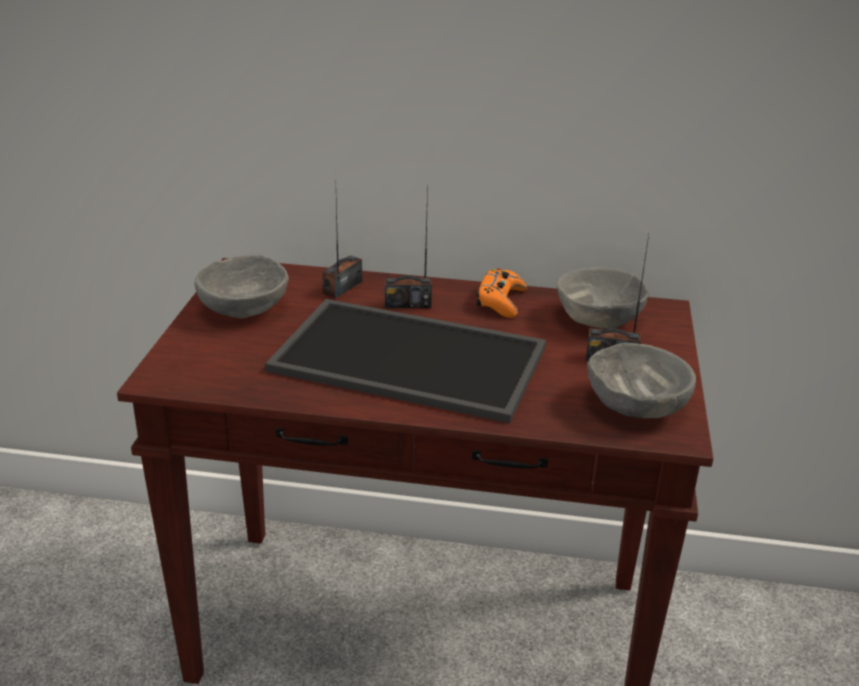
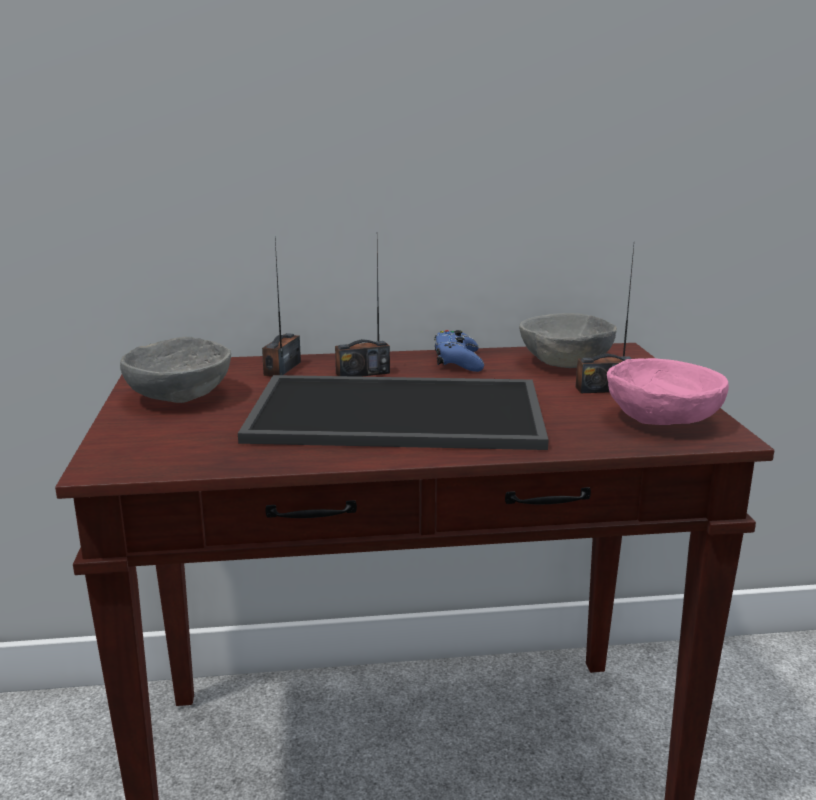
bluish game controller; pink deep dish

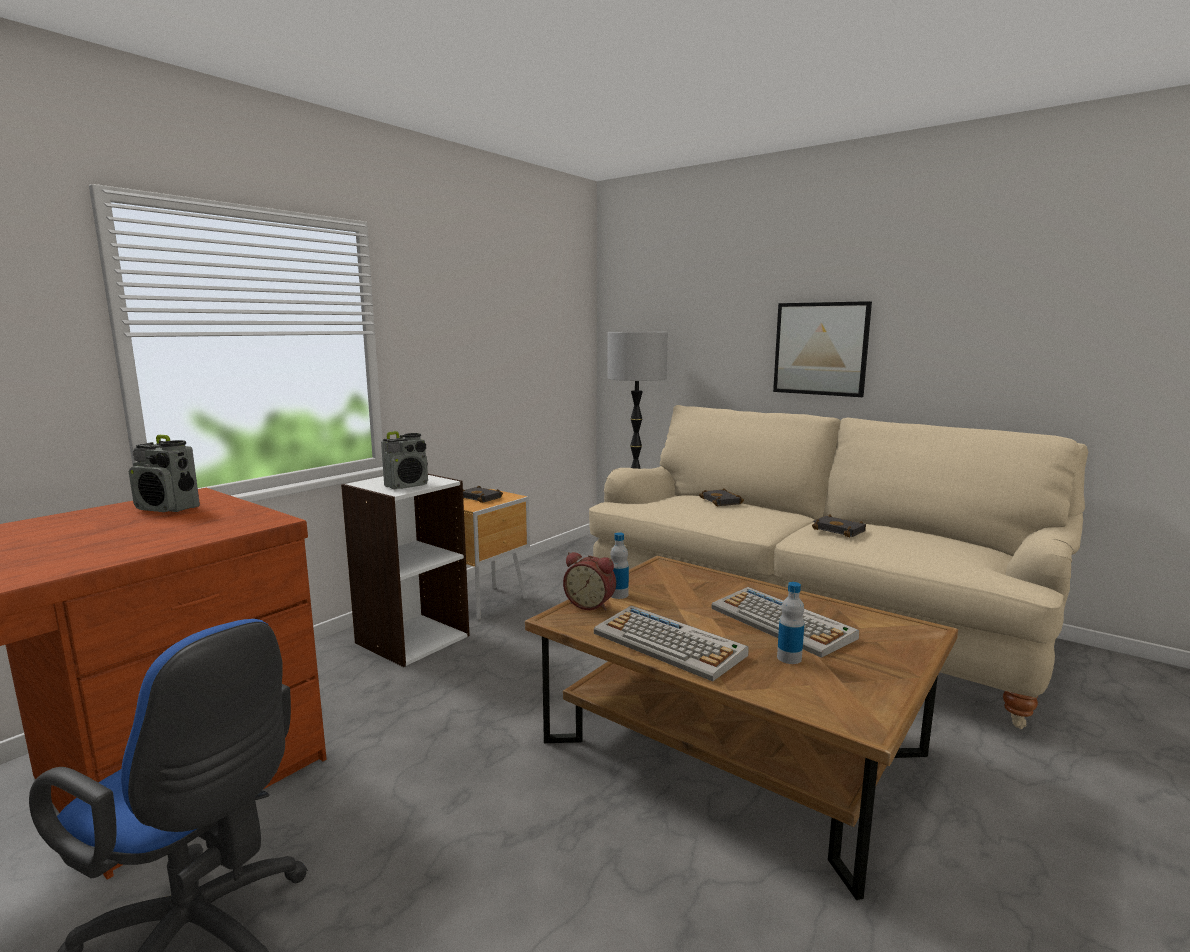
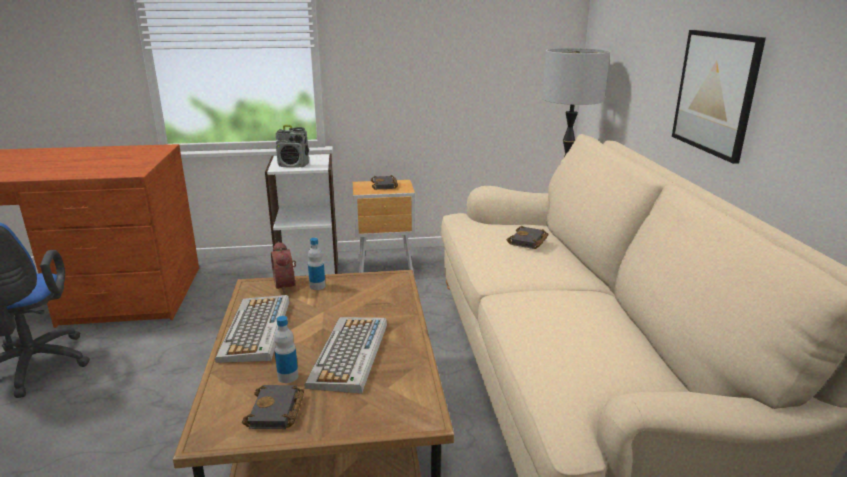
radio receiver (no. 1 from left in the first image); black-coloured volume (no. 1 from left)

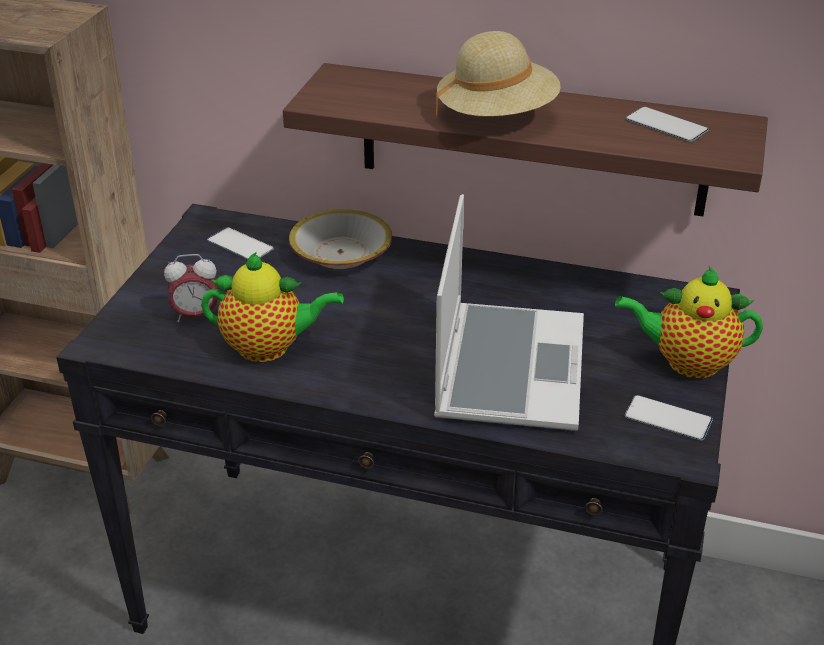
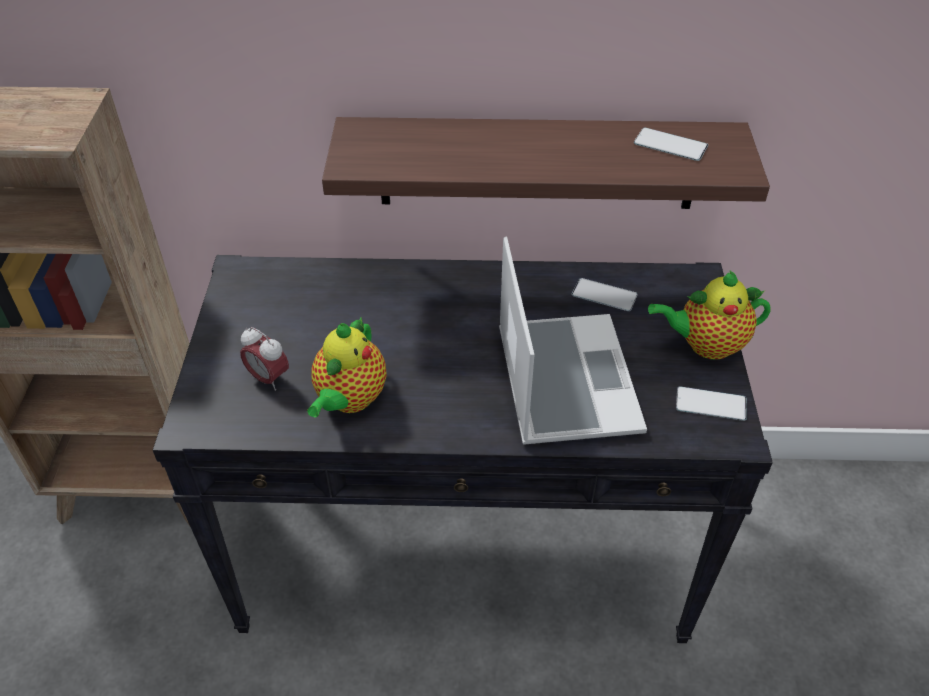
table clock; pot for tea (no. 1 from left); phone (no. 1 from left); deep dish; beige-coloured hat

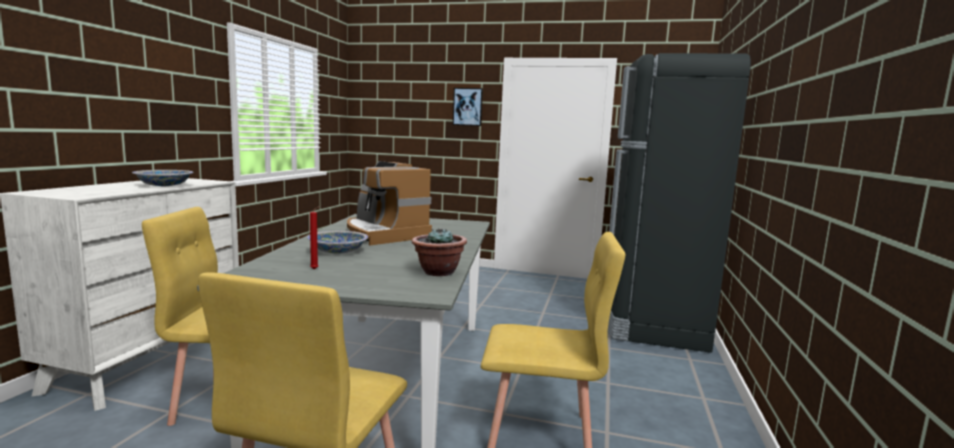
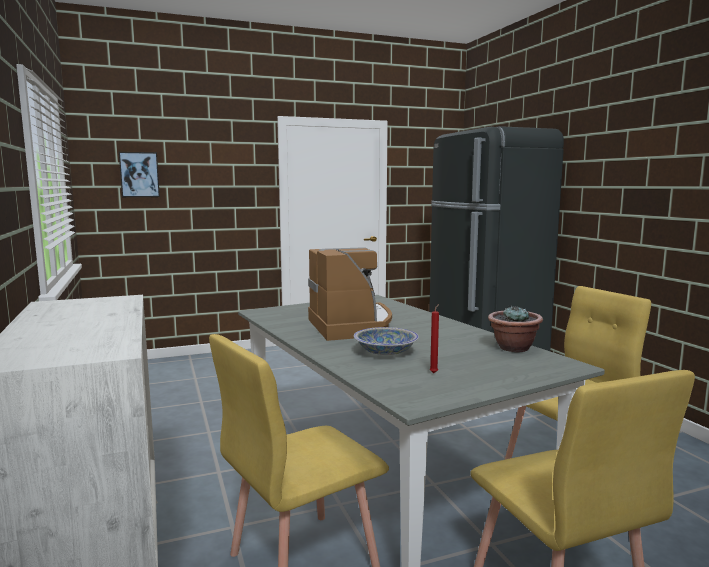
deep dish (no. 1 from left in the first image); coffee maker; wall picture

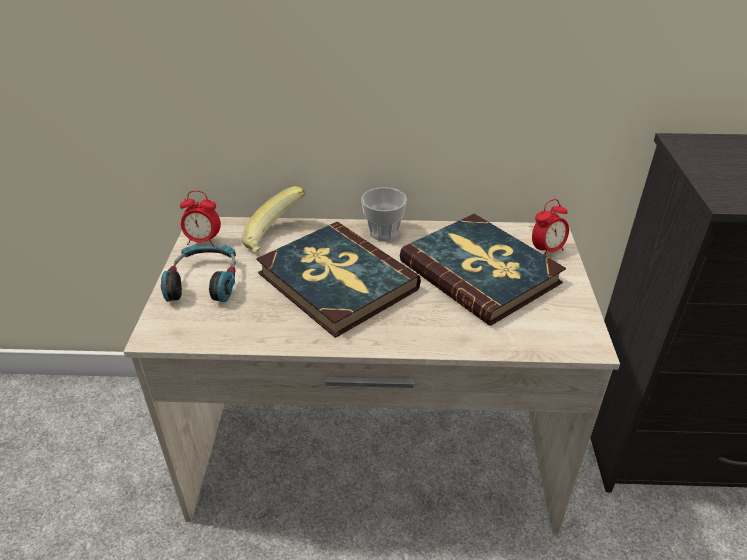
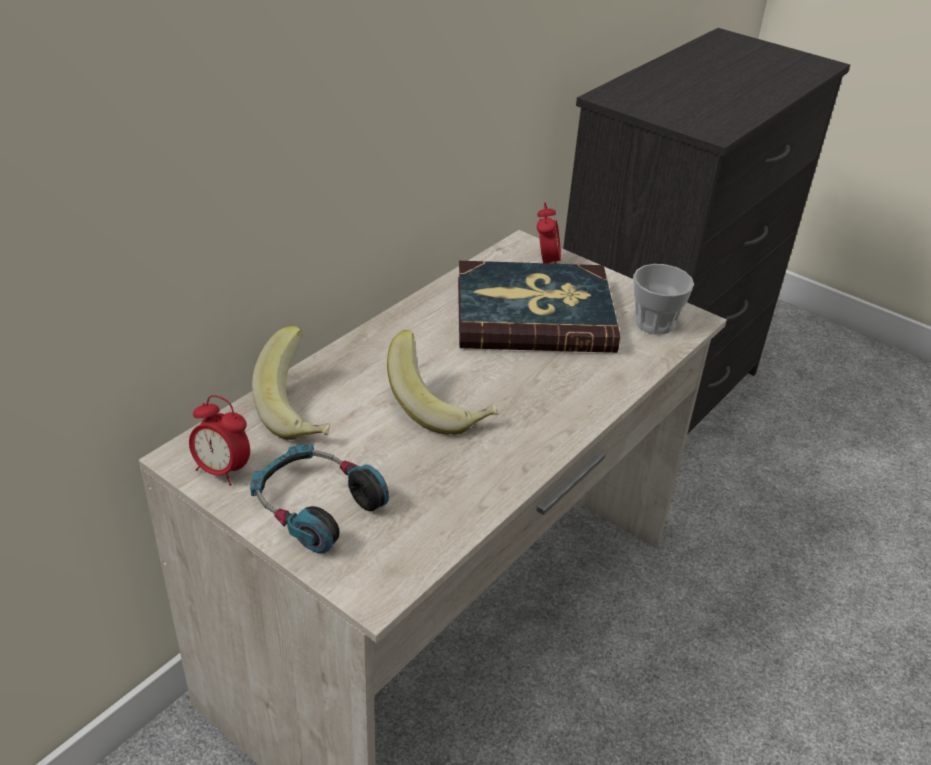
table clock (no. 1 from left); banana (no. 2 from left); cup

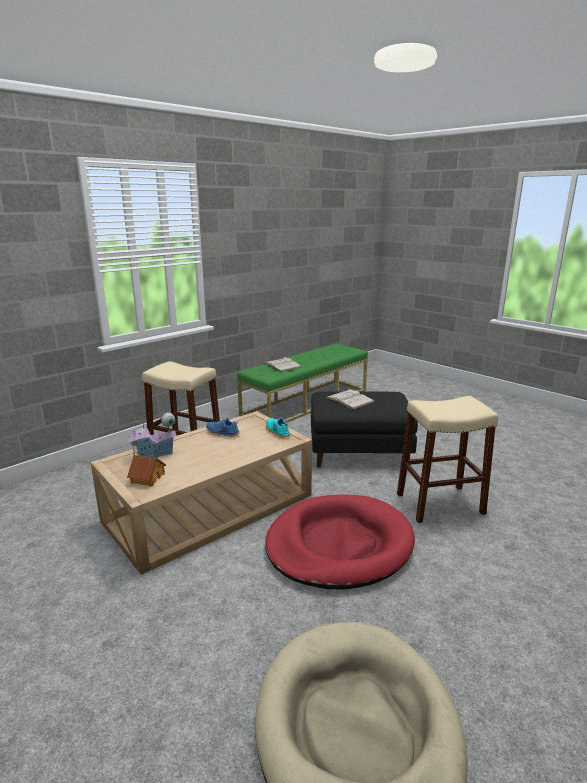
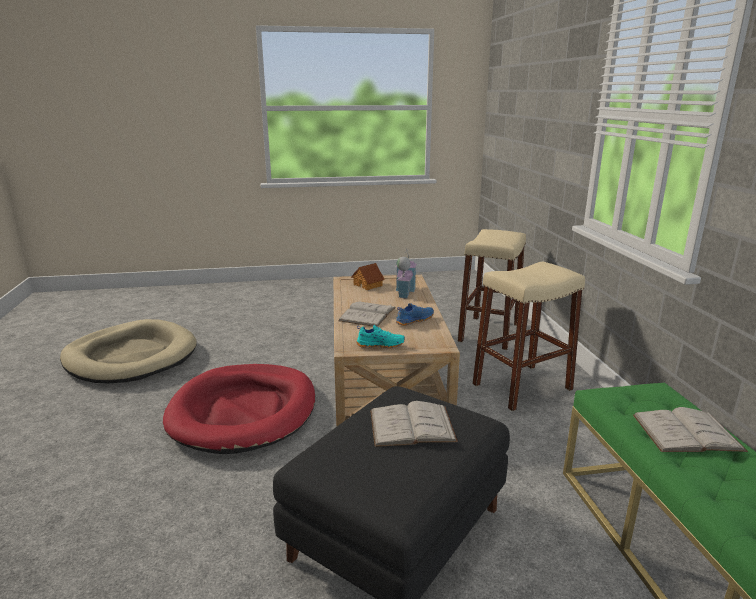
beige-coloured stool seat (no. 1 from left); white volume (no. 1 from left)

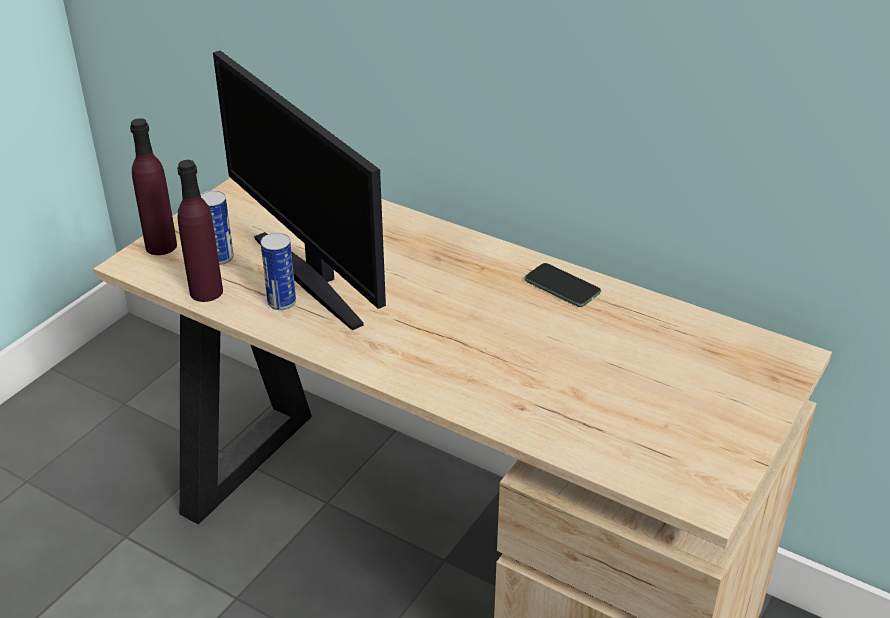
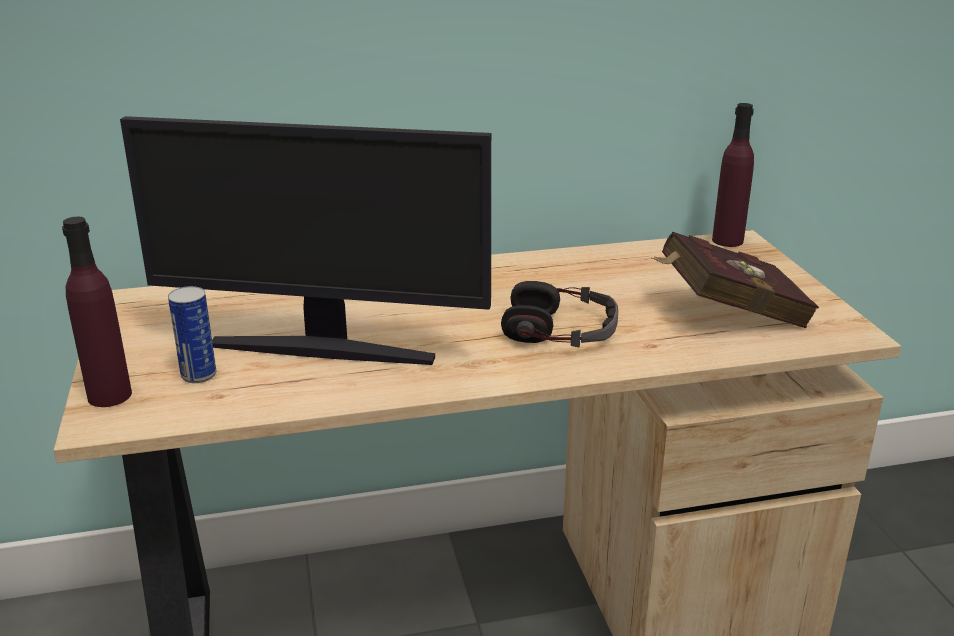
purplish drink bottle (no. 2 from left); sealed can (no. 2 from left in the first image); phone; headset; red volume

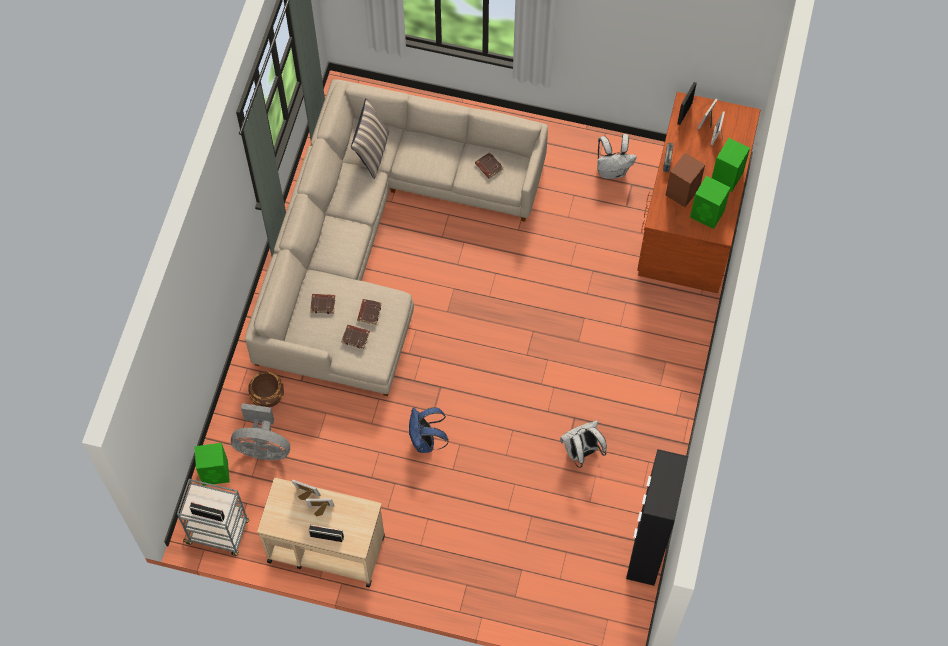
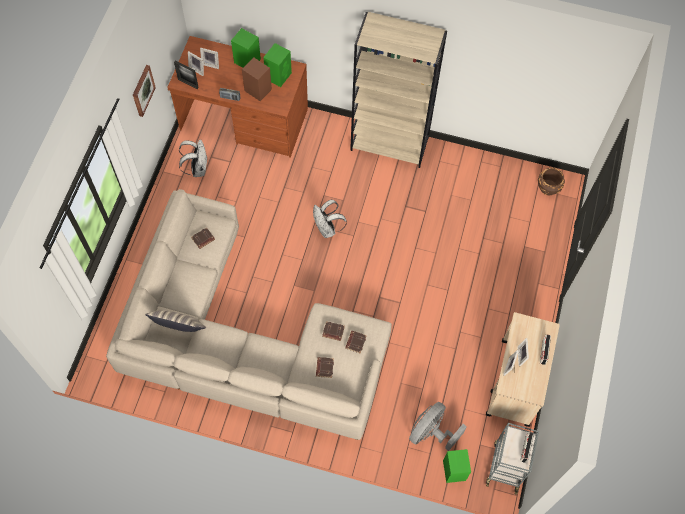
grey electric fan; brownish flower pot; bluish backpack; white backpack (no. 2 from left); black-coloured cabinet; wall picture; beige-coloured bookcase

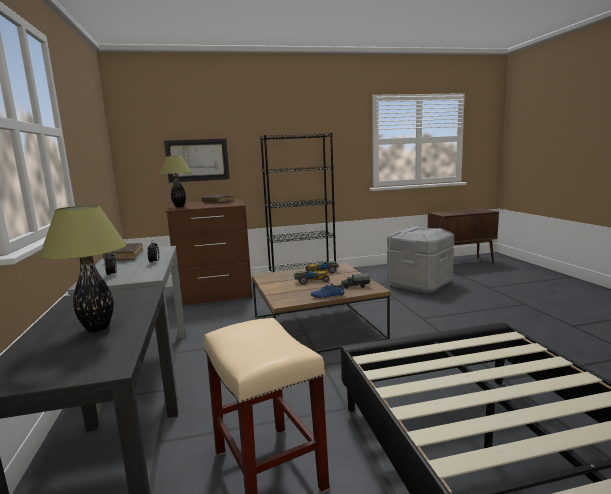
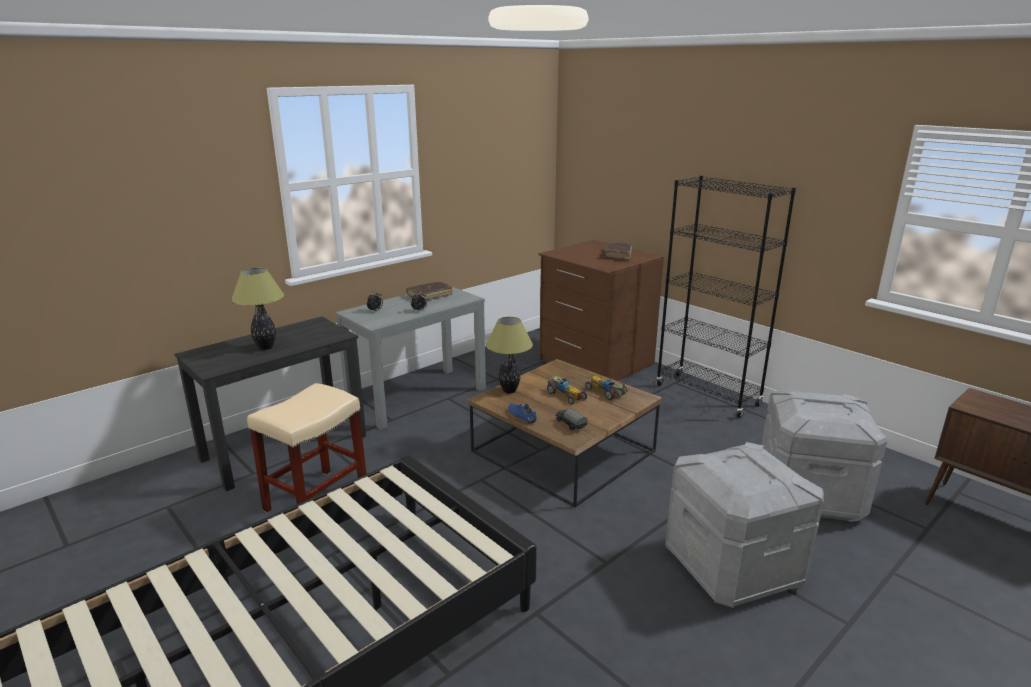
tabletop lamp (no. 2 from left); wall picture; grey storage container (no. 1 from left)

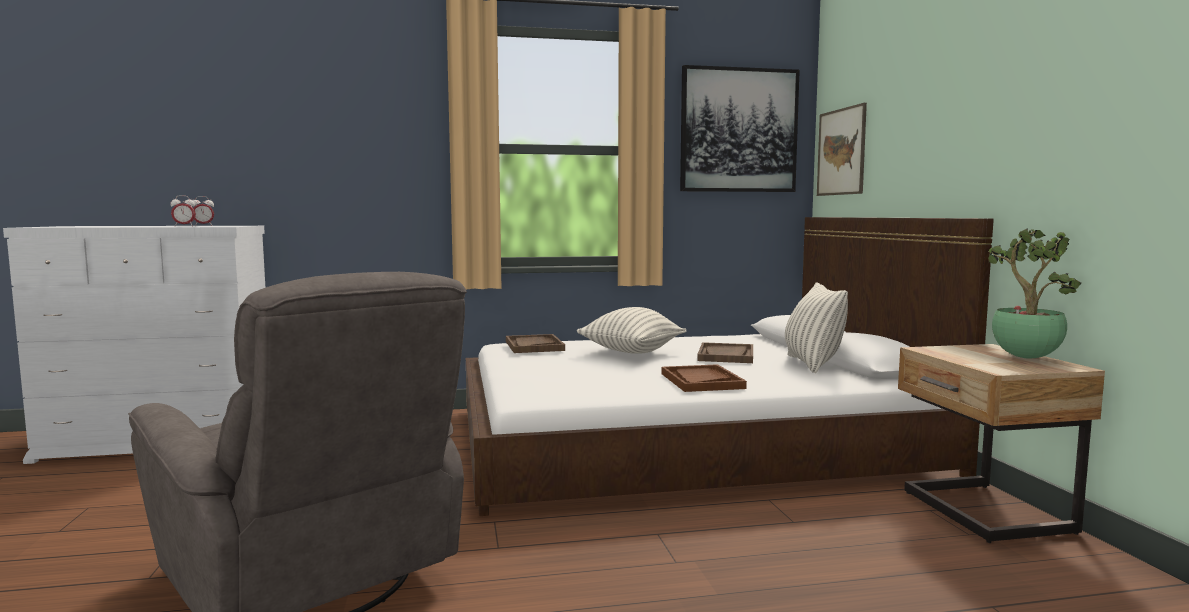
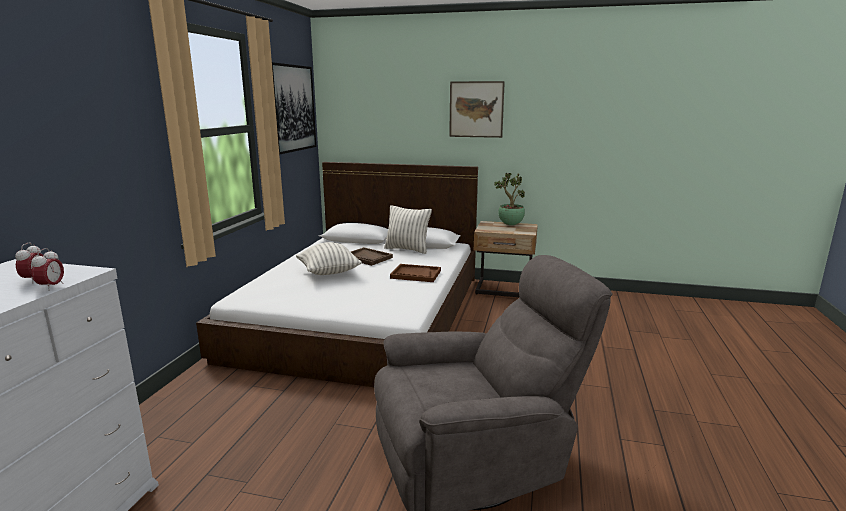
brownish serving tray (no. 1 from left in the first image); wall picture (no. 2 from left)

